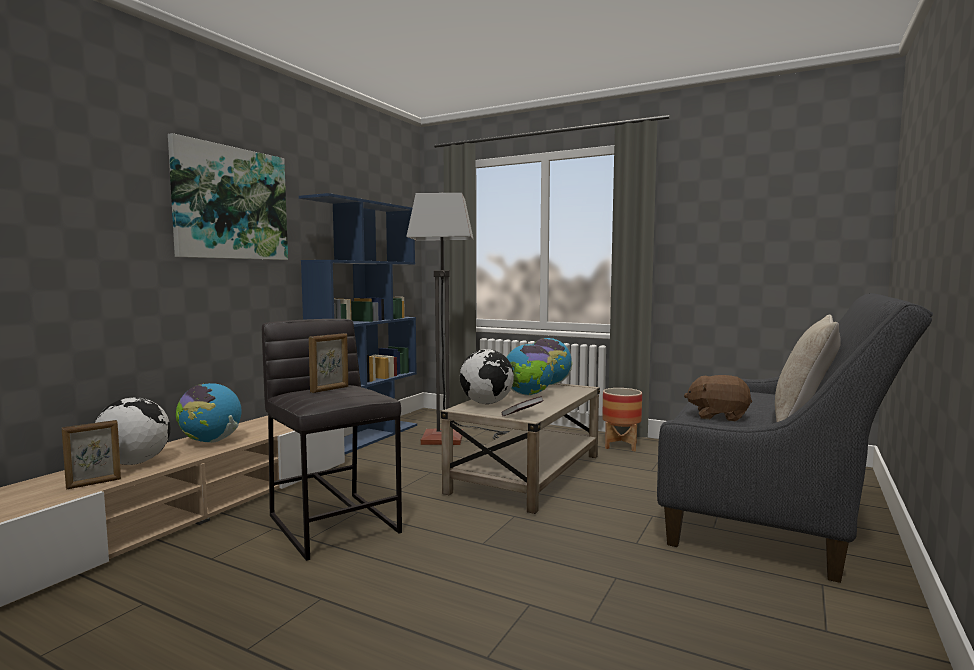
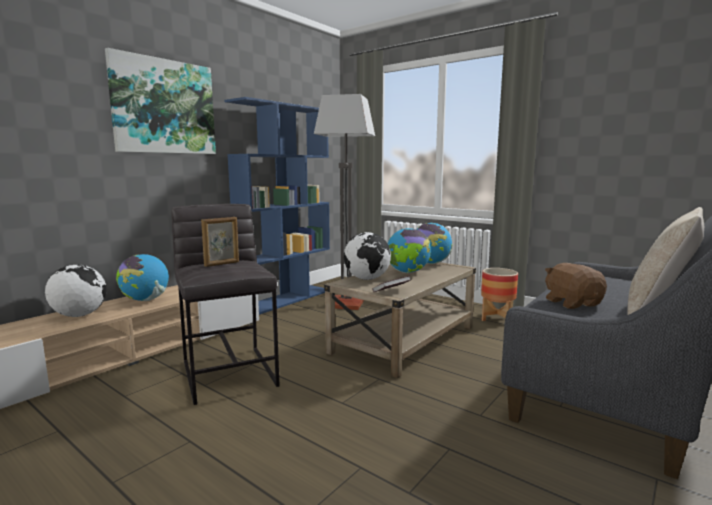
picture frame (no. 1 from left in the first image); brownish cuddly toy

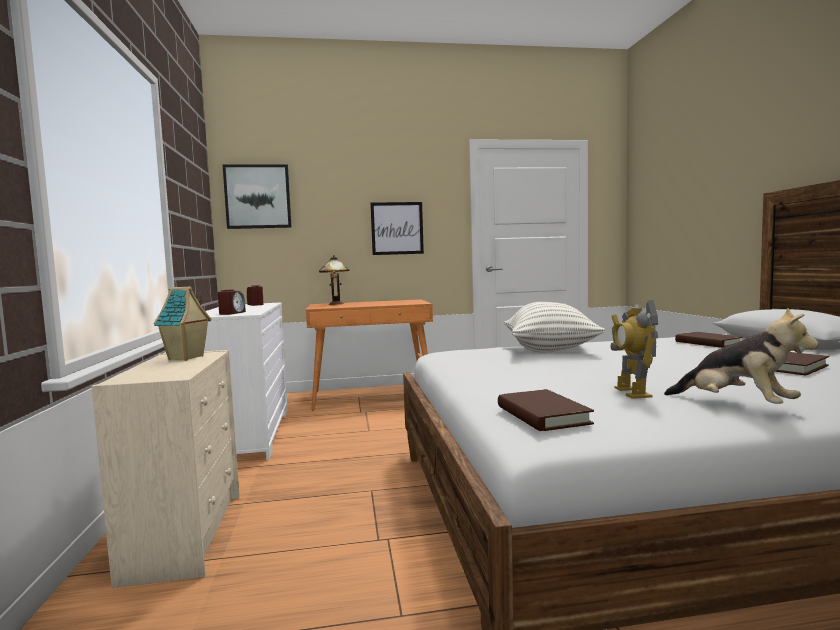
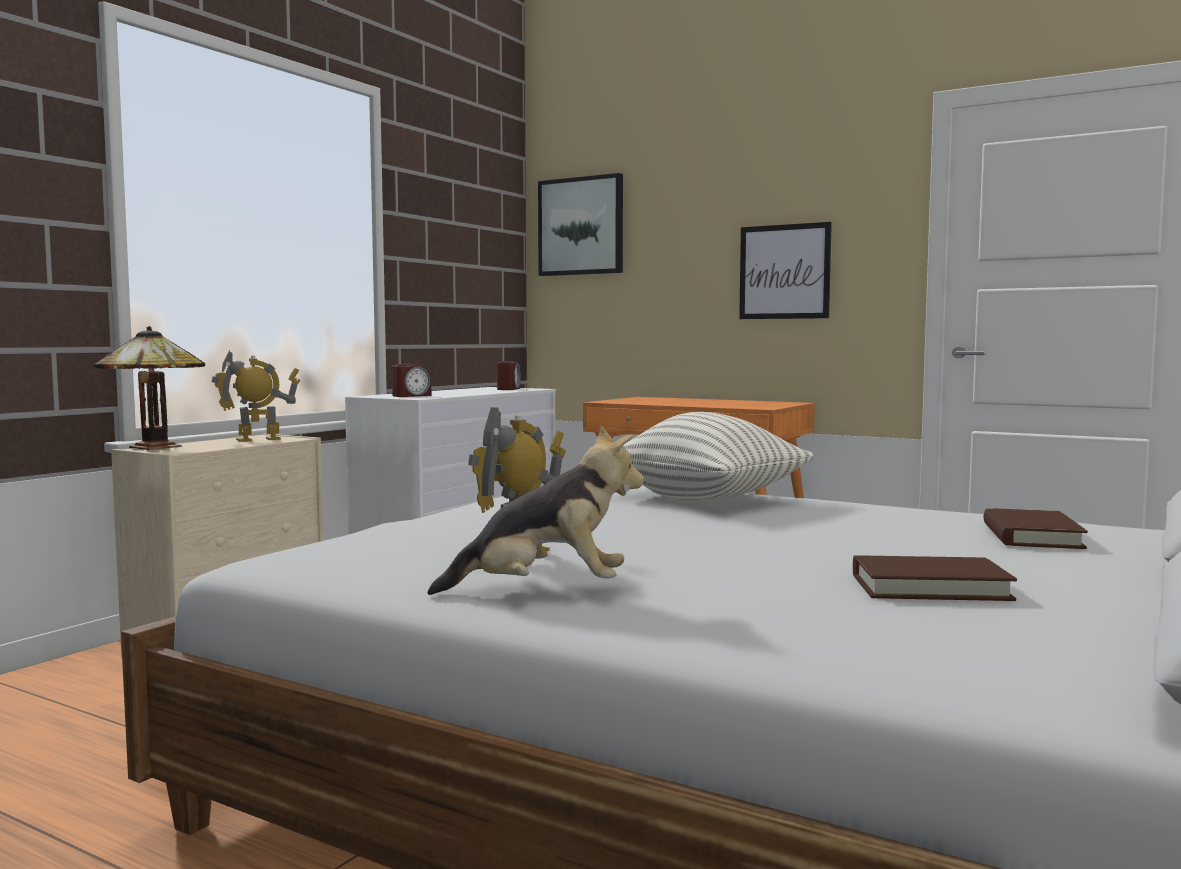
toy robot (no. 1 from left); tabletop lamp; brownish volume (no. 1 from left in the first image); cuddly toy

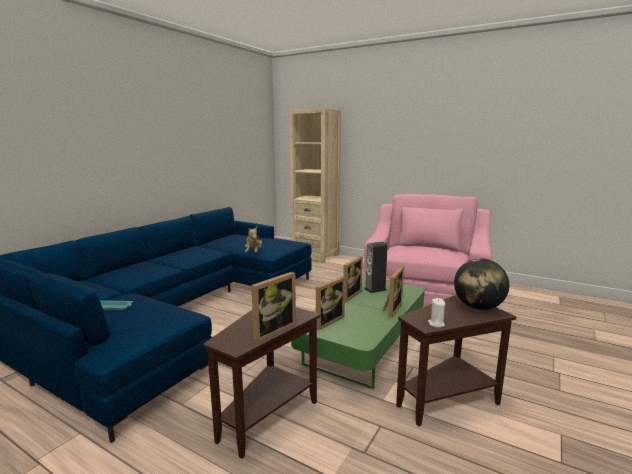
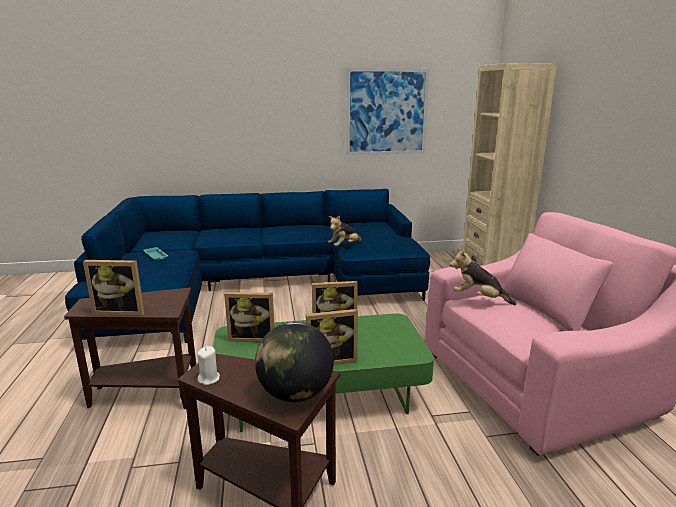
loudspeaker; wall picture; cuddly toy (no. 2 from left)

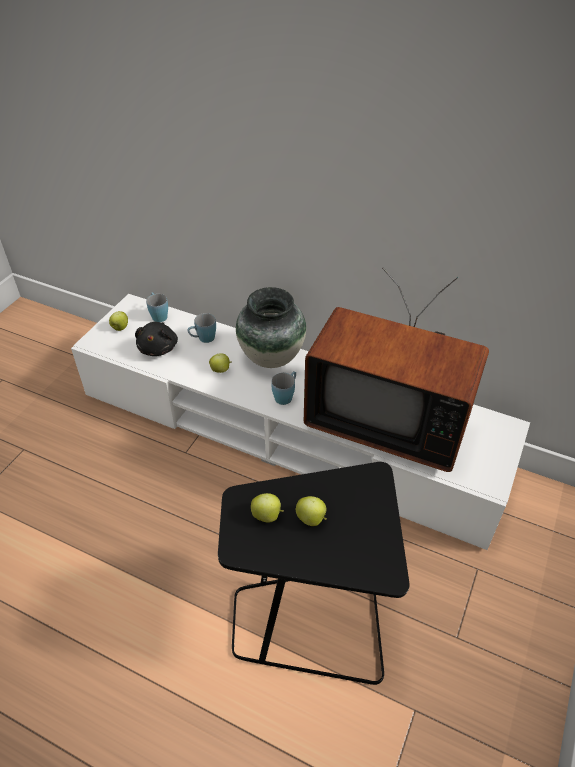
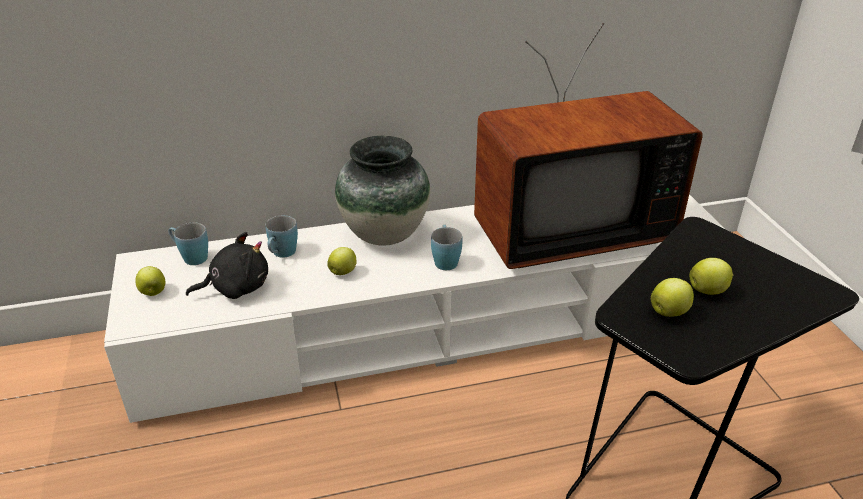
black-coloured cuddly toy

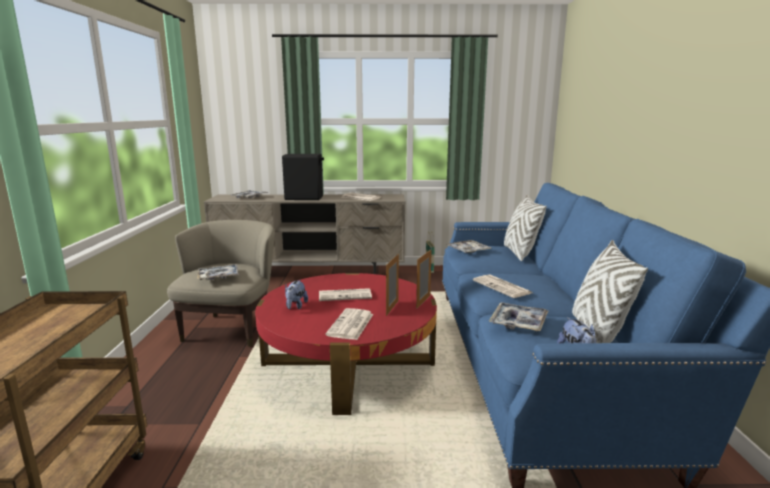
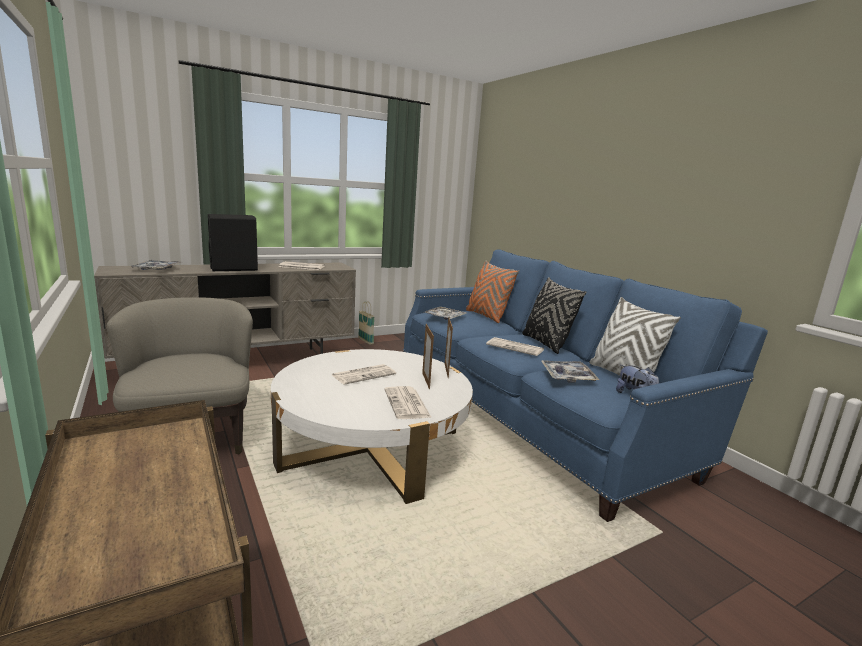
serving tray (no. 1 from left in the first image); white lounge table; cuddly toy (no. 1 from left in the first image); orange cushion; black-coloured cushion

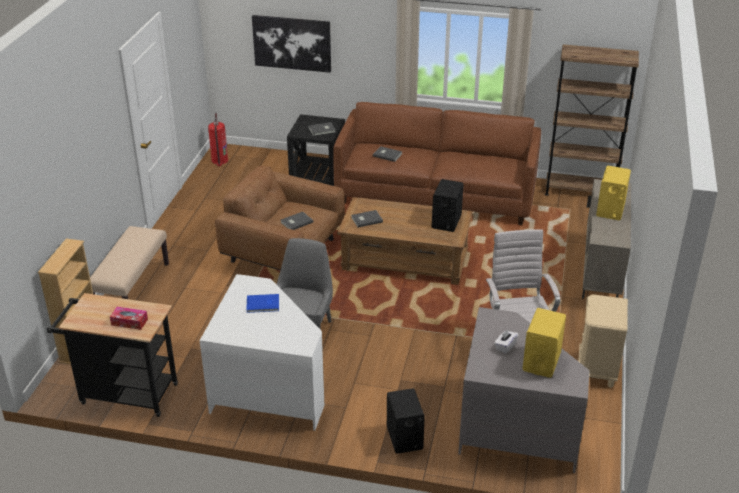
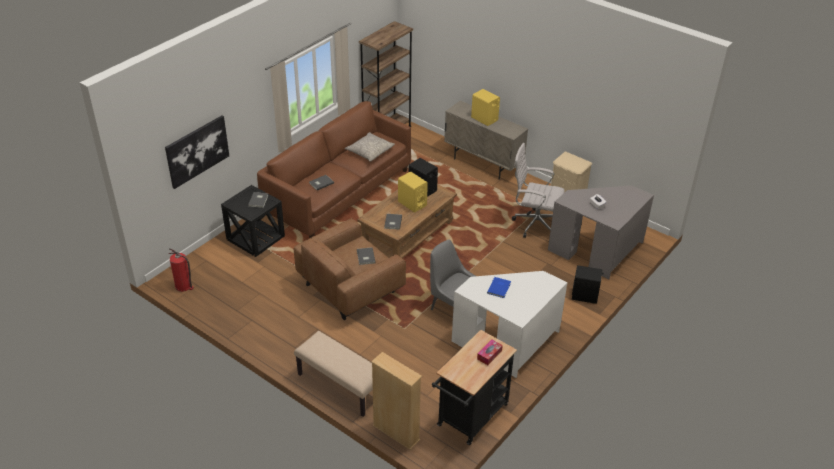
yellow loudspeaker (no. 1 from left); grey cushion

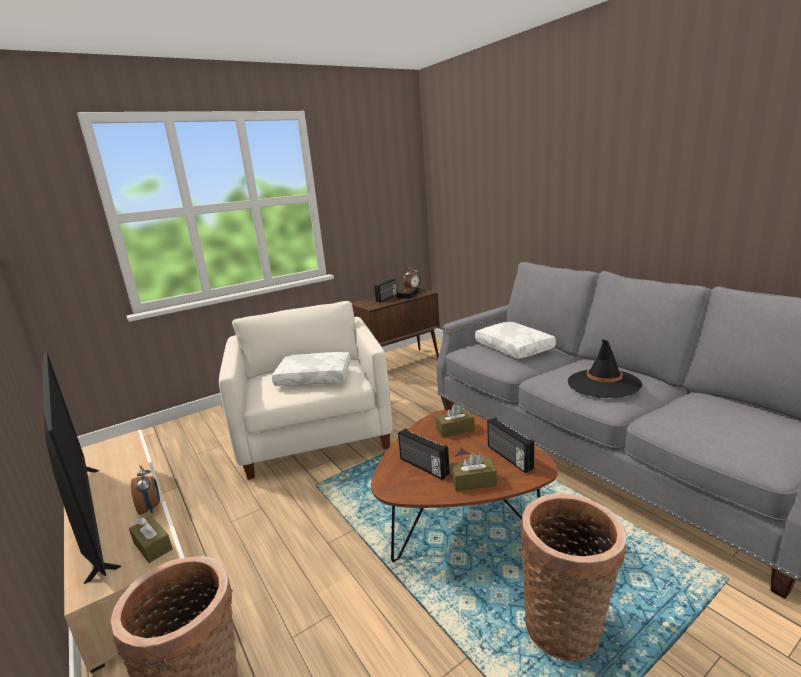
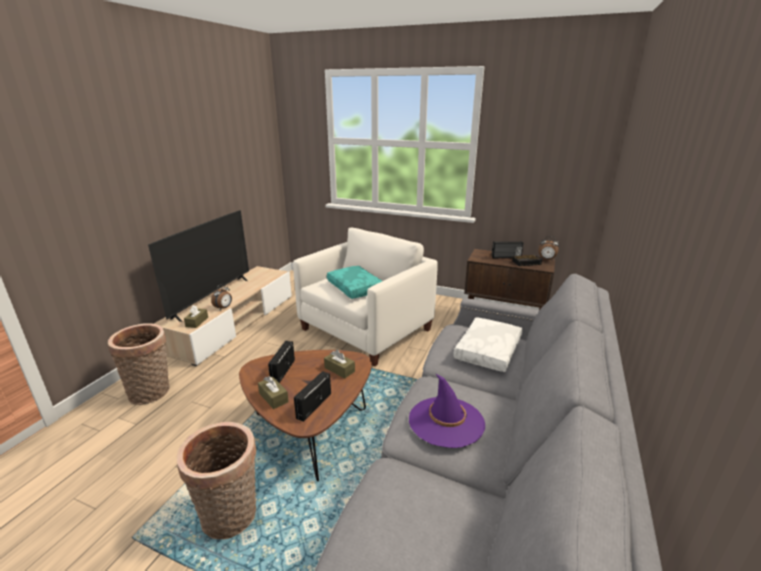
blue-green cushion; purplish hat

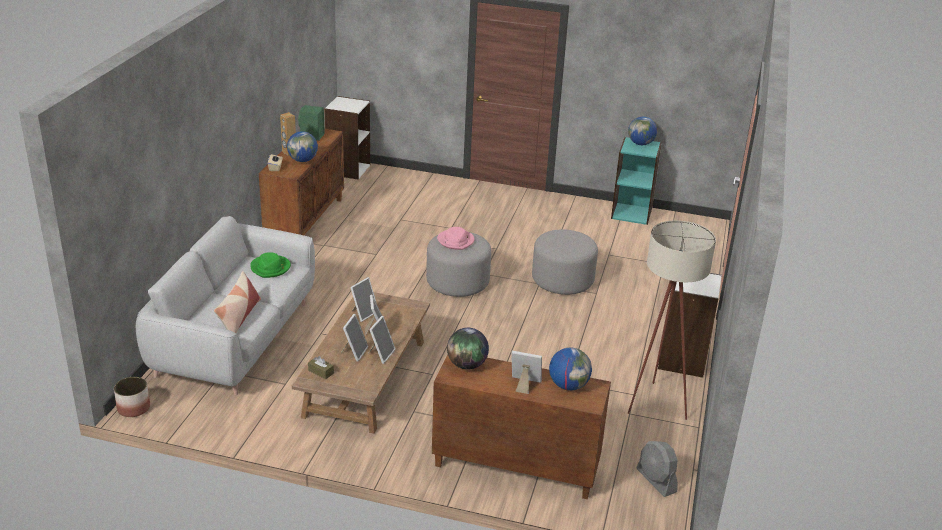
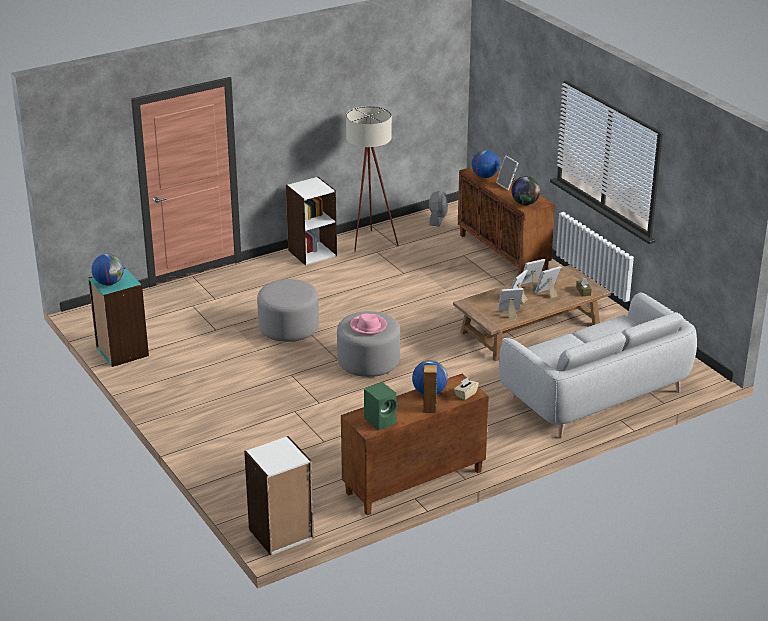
flower pot; cushion; green-coloured hat

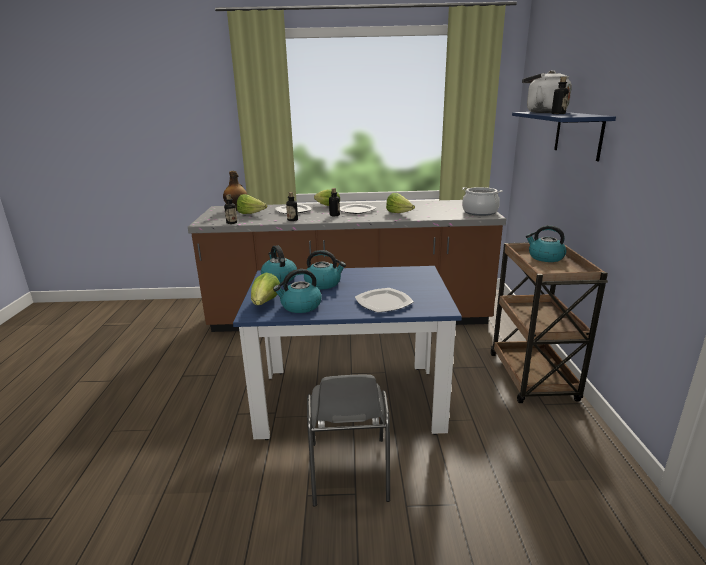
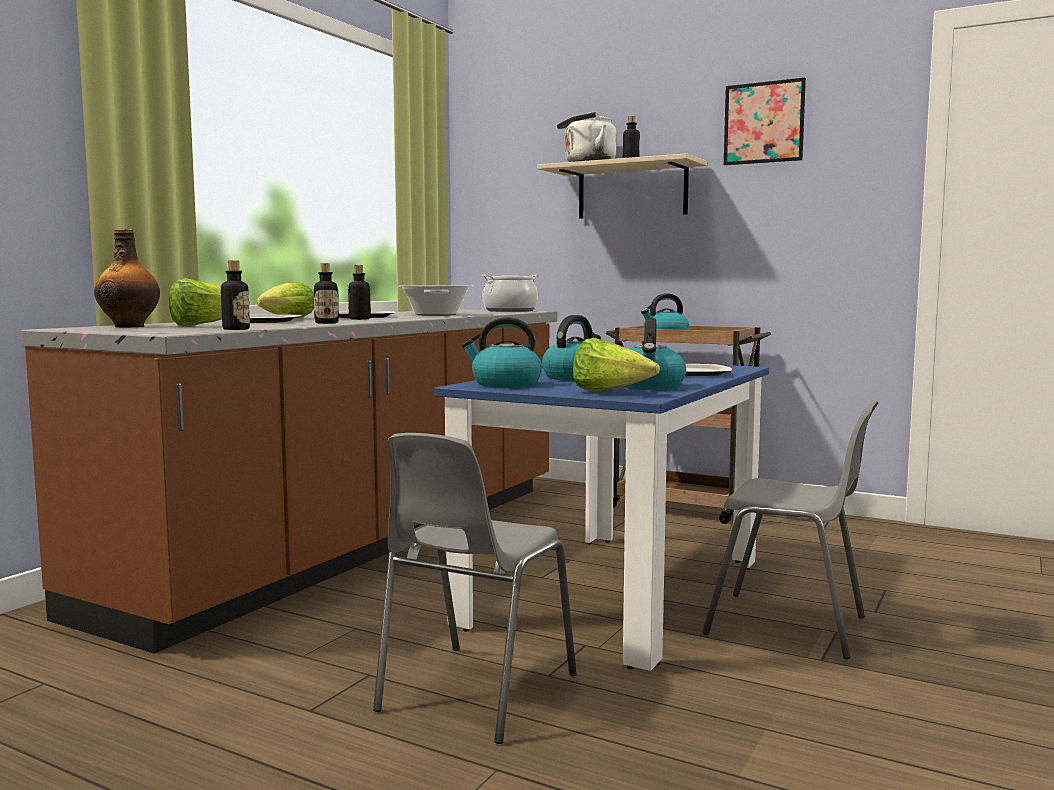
stockpot (no. 1 from left); beige-coloured bracket shelf; grey chair (no. 1 from left); wall picture

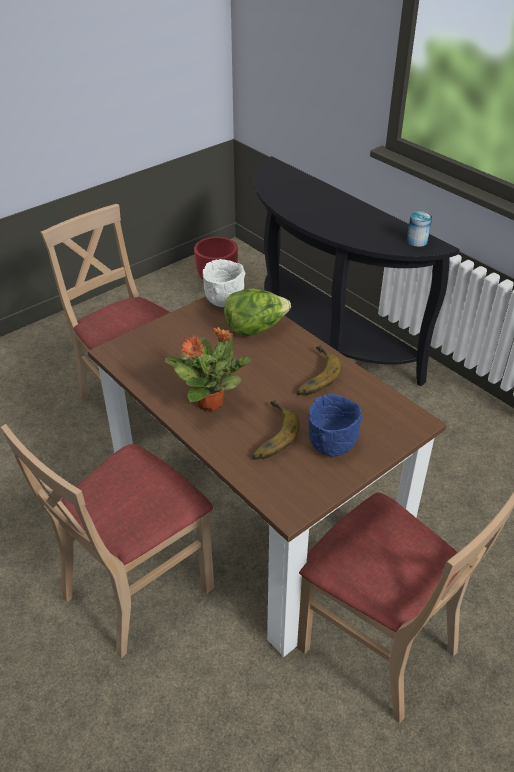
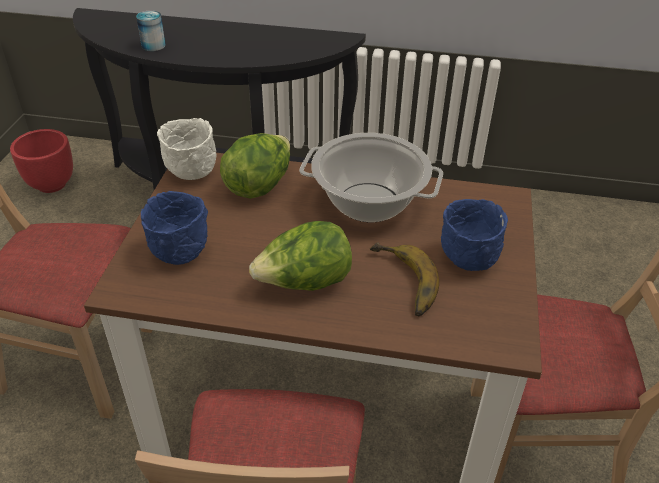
lettuce head (no. 2 from left); stockpot; sealed can; bluish deep dish (no. 1 from left)

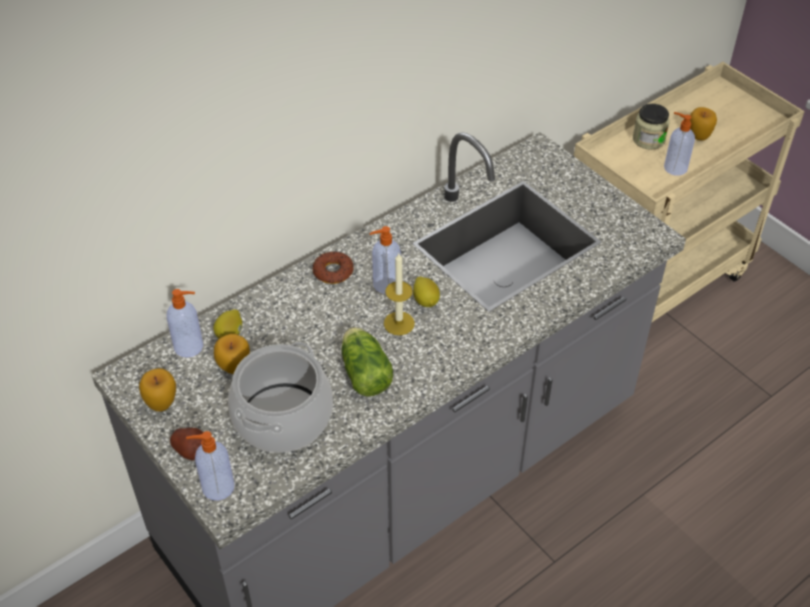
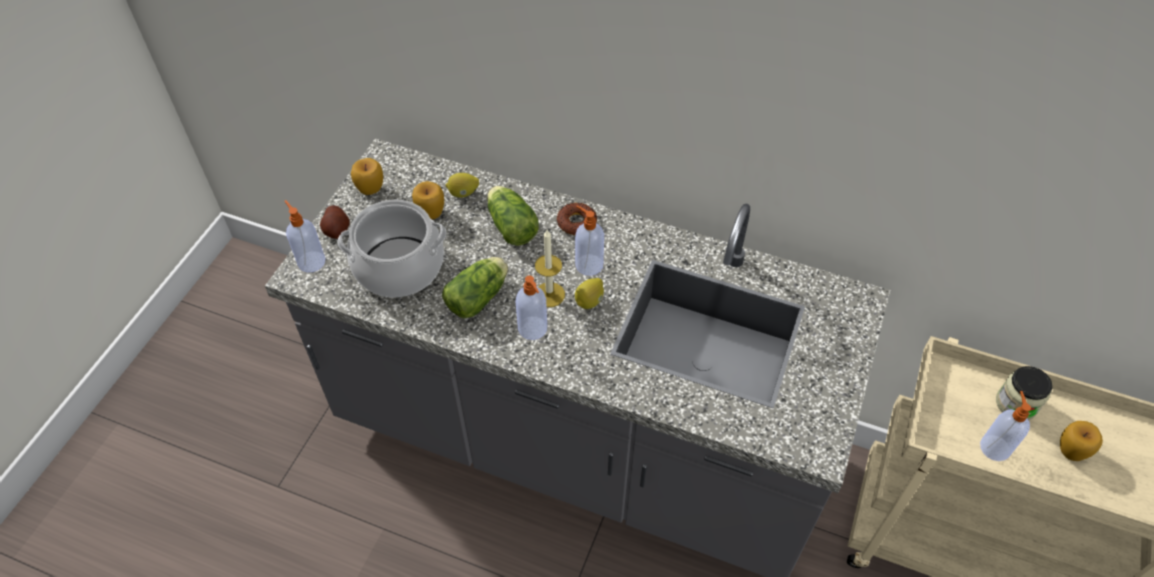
liquid soap bottle (no. 2 from left); lettuce head (no. 2 from left)

